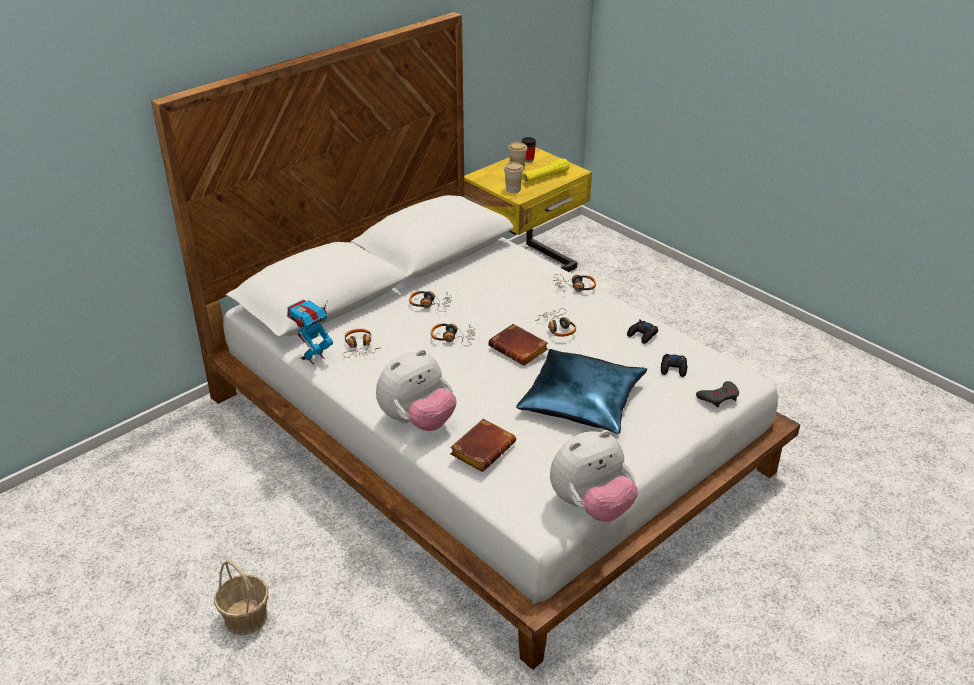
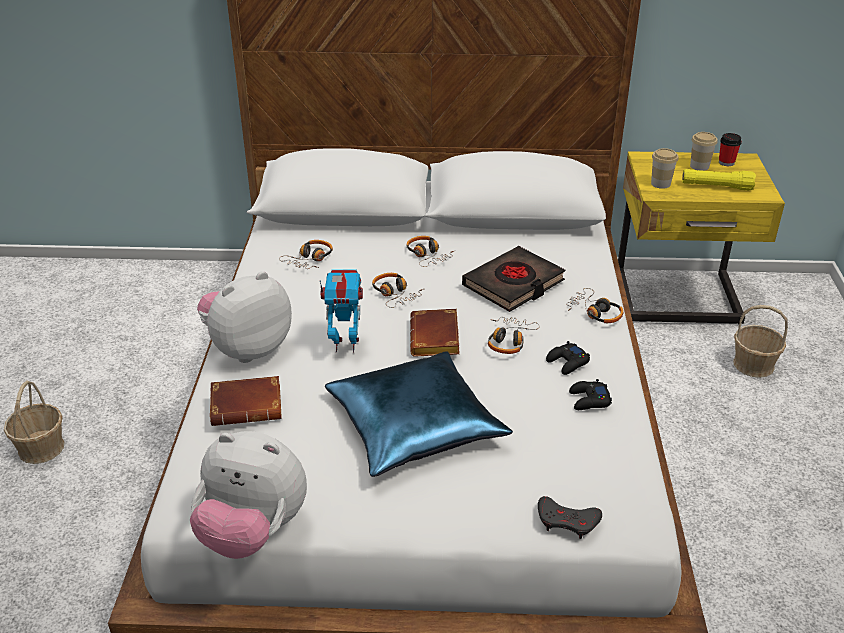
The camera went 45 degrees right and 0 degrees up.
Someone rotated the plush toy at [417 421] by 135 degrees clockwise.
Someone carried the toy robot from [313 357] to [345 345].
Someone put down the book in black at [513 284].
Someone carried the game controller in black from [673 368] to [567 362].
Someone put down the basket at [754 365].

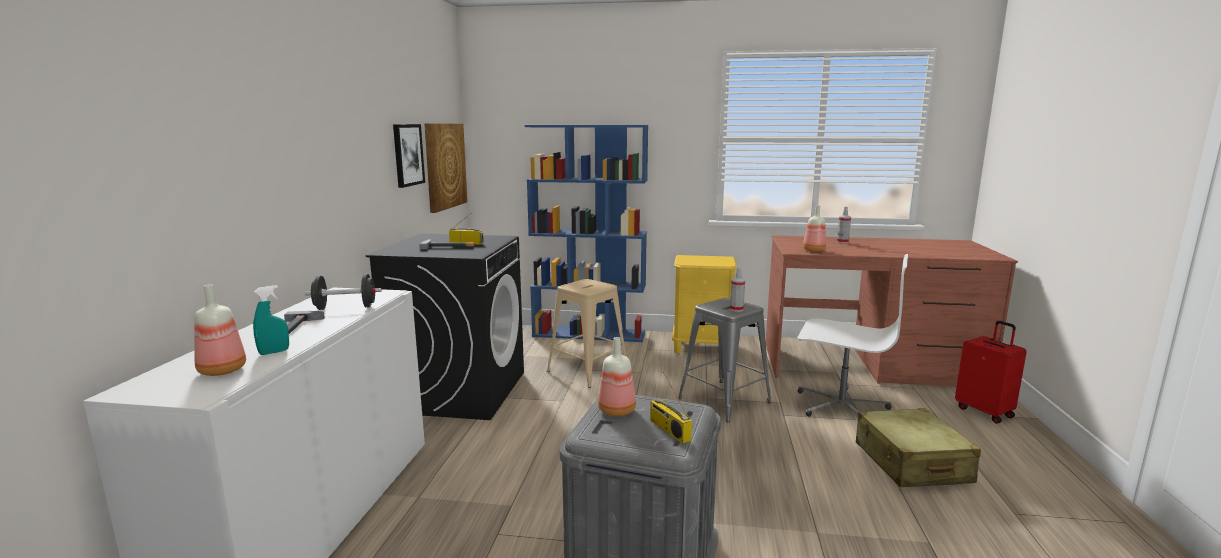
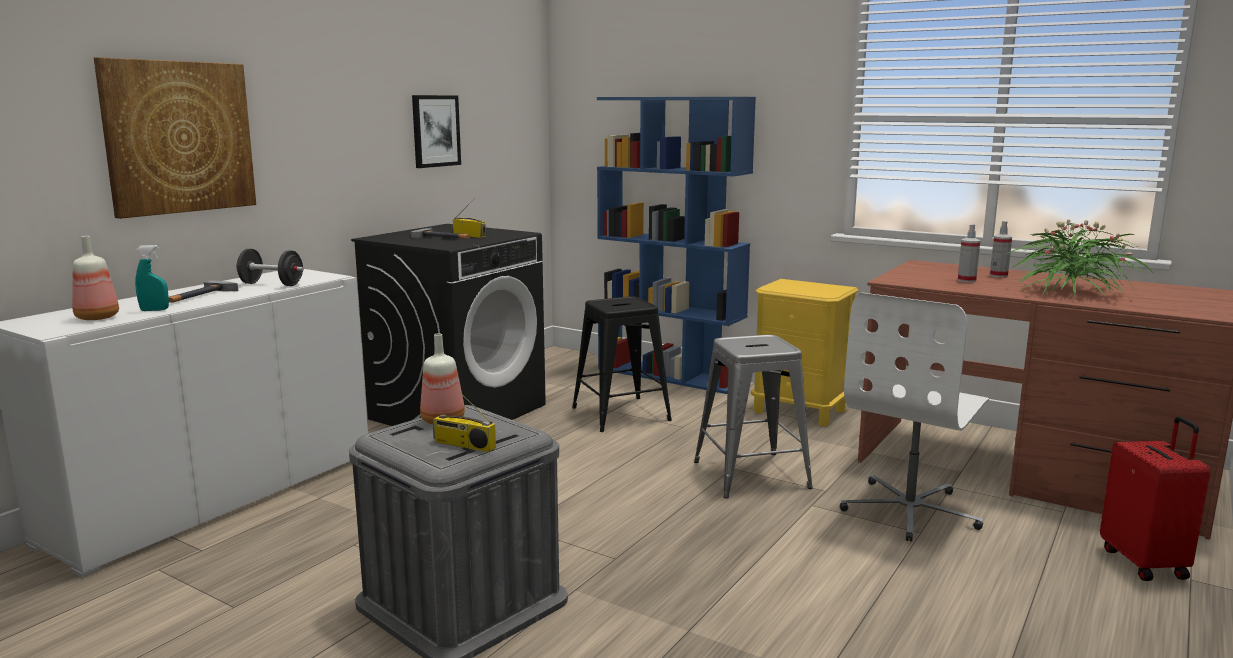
The camera went 25 degrees right and 0 degrees up.
Someone carried the picture from [444 166] to [179 137].
Someone rotated the radio at [668 430] by 60 degrees counterclockwise.
Someone repainted the stool in beige at [588 370], which became the stool in black at [620 414].
Someone rotated the office chair in white at [840 406] by 75 degrees clockwise.
Someone carried the spray bottle from [736 309] to [966 280].
Someone put down the potted plant at [1072 291].
Someone took away the bottle at [814 250].
Someone took away the suitcase in beige at [911 463].

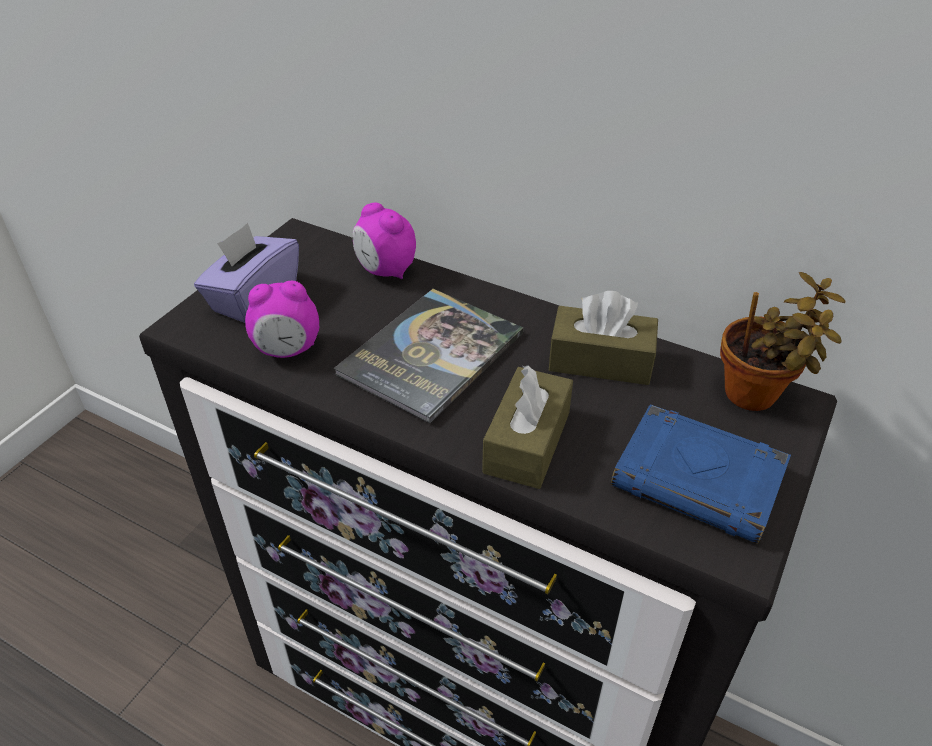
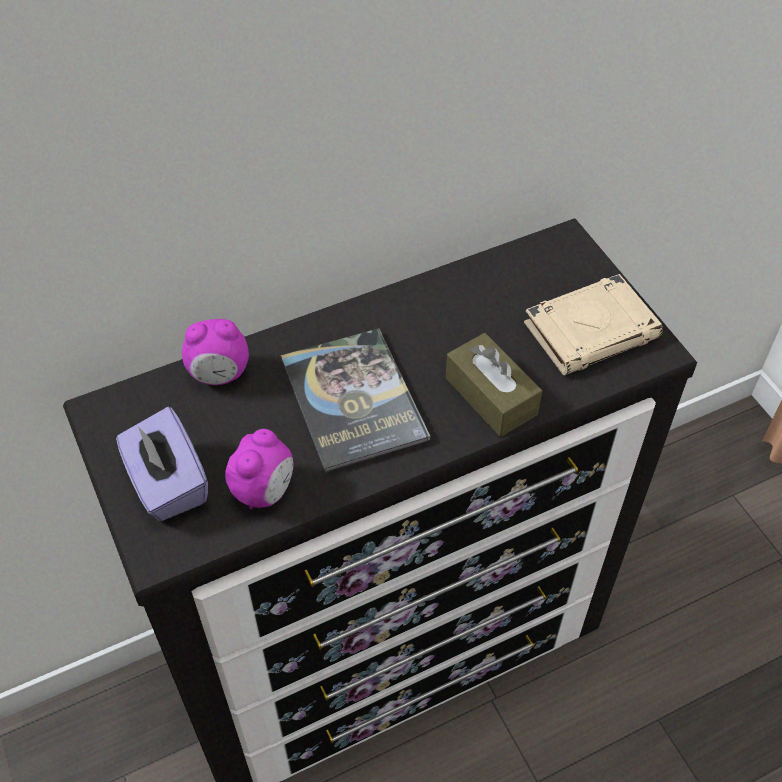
The camera went 55 degrees left and 10 degrees up.
Someone repainted the book in blue at [699 481], which became the book in beige at [592 330].
Someone took away the tissue box in brown at [600 361].
Someone took away the potted plant at [756 397].

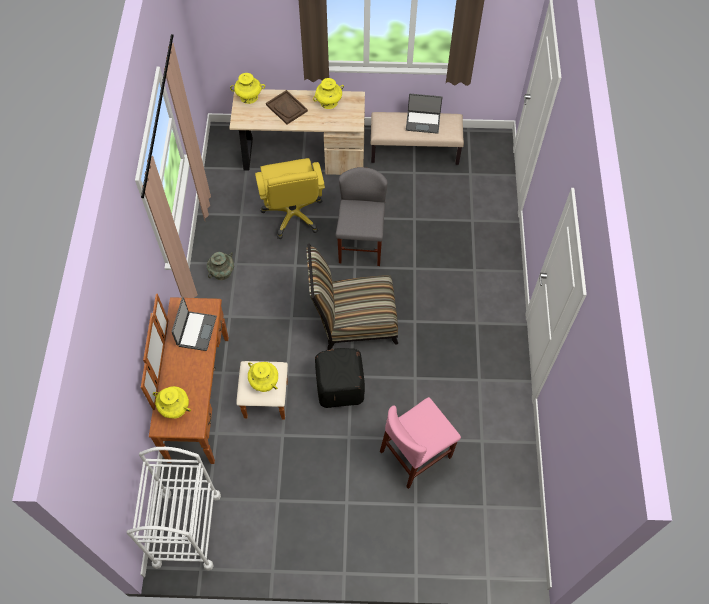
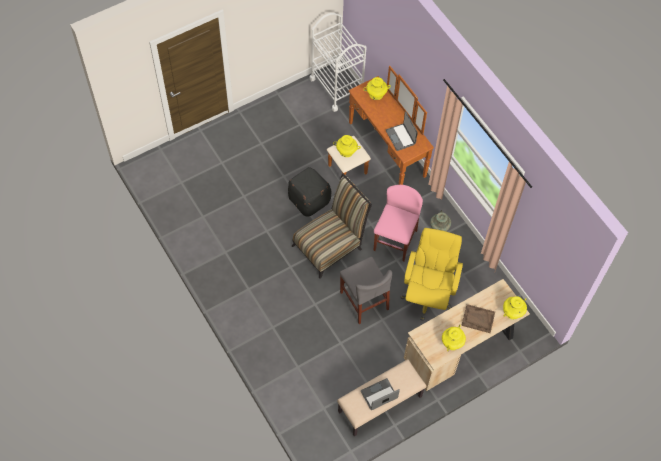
The camera went 145 degrees right and 0 degrees up.
Someone carried the chair in pink from [416 454] to [395 240].
Someone rotated the office chair in yellow at [293 214] by 60 degrees clockwise.

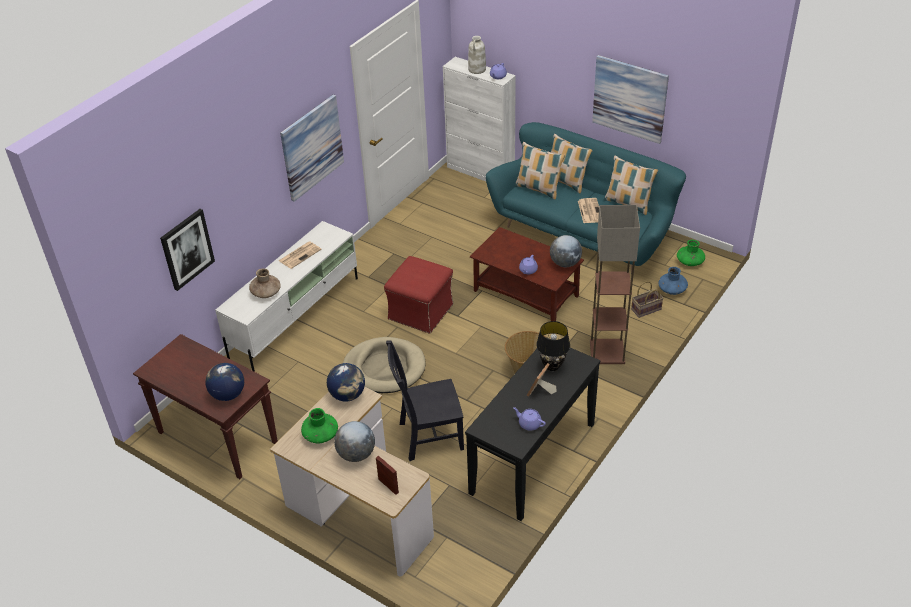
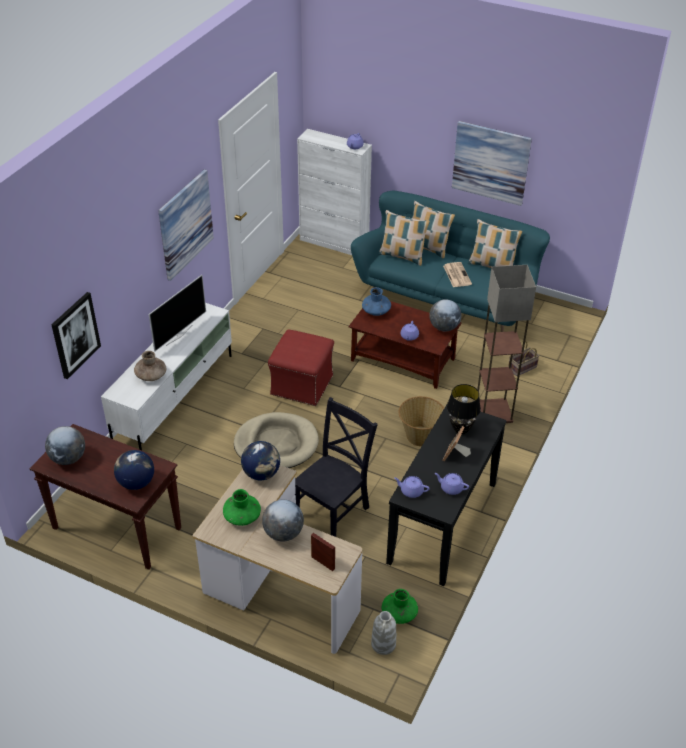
The camera went 10 degrees left and 0 degrees up.
Someone put down the globe at [68 458].
Someone swapped the newspaper at [300 255] for the television at [178 335].
Someone rotated the chair in black at [428 436] by 150 degrees clockwise.
Someone carried the vase in blue from [672 289] to [376 311].
Someone carried the vase in white from [477 69] to [383 644].
Someone carried the vase in green from [690 262] to [399 613].
Someone put down the teapot in purple at [411 491].

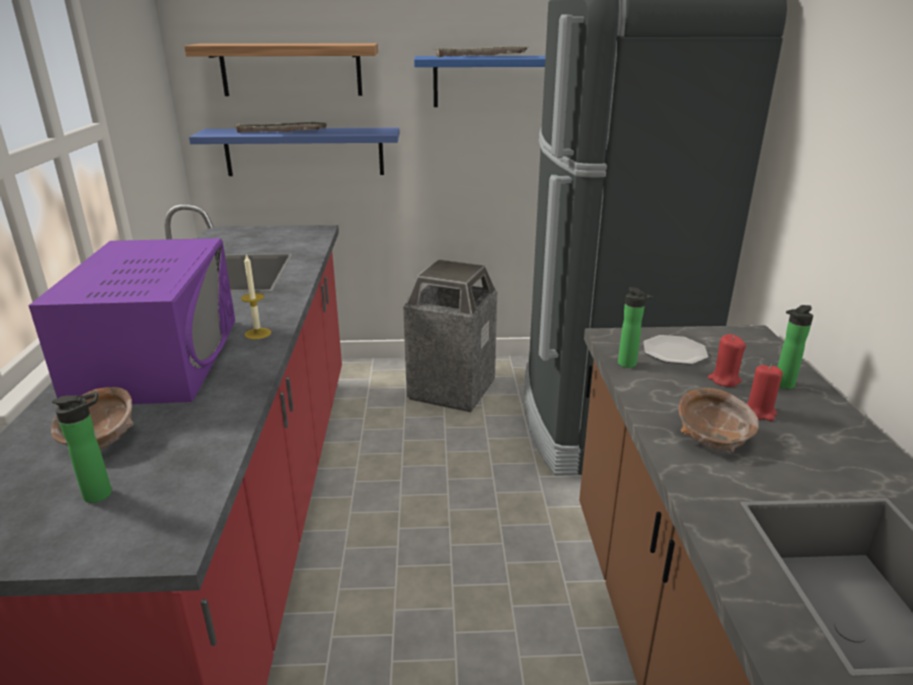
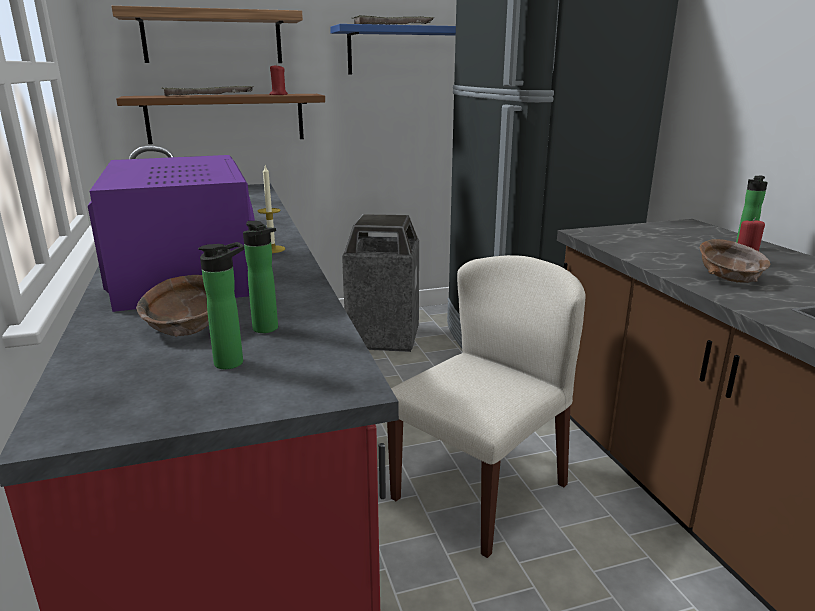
The camera went 15 degrees left and 5 degrees down.
Someone repainted the shelf in blue at [304 152], which became the shelf in brown at [226 118].
Someone carried the bottle from [629 365] to [267 329].
Someone carried the candle in red from [724 380] to [278 94].
Someone put down the chair in beige at [480 490].
Someone took away the plate at [674 352].

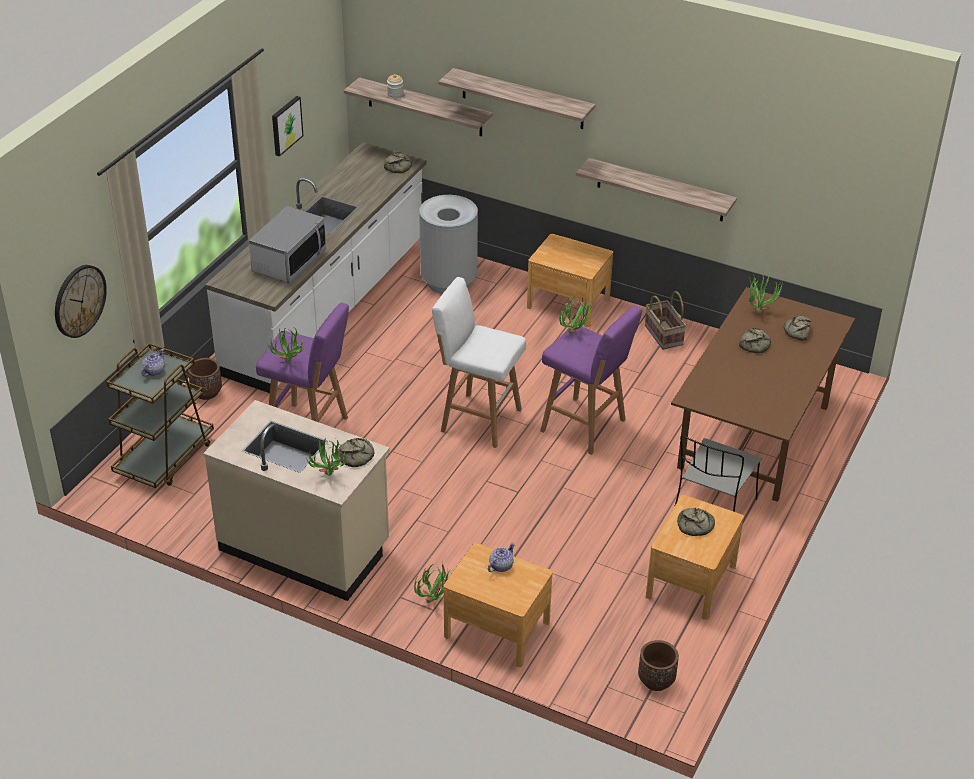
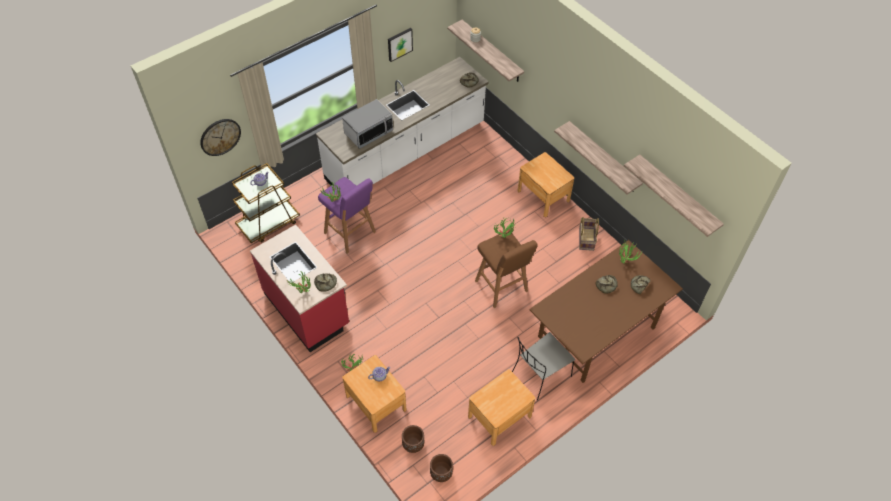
The camera went 25 degrees right and 15 degrees up.
Someone repainted the counter in beige at [305 547], which became the counter in red at [307 309].
Someone carried the planter in brown from [206 393] to [413 444].
Someone repainted the stool in purple at [585 427], which became the stool in brown at [502 287].
Someone carried the shelf from [522 99] to [678 194].
Someone took away the trash can in grey at [448 281].
Someone took away the stool in white at [478 419].
Someone took away the bread at [695 526].

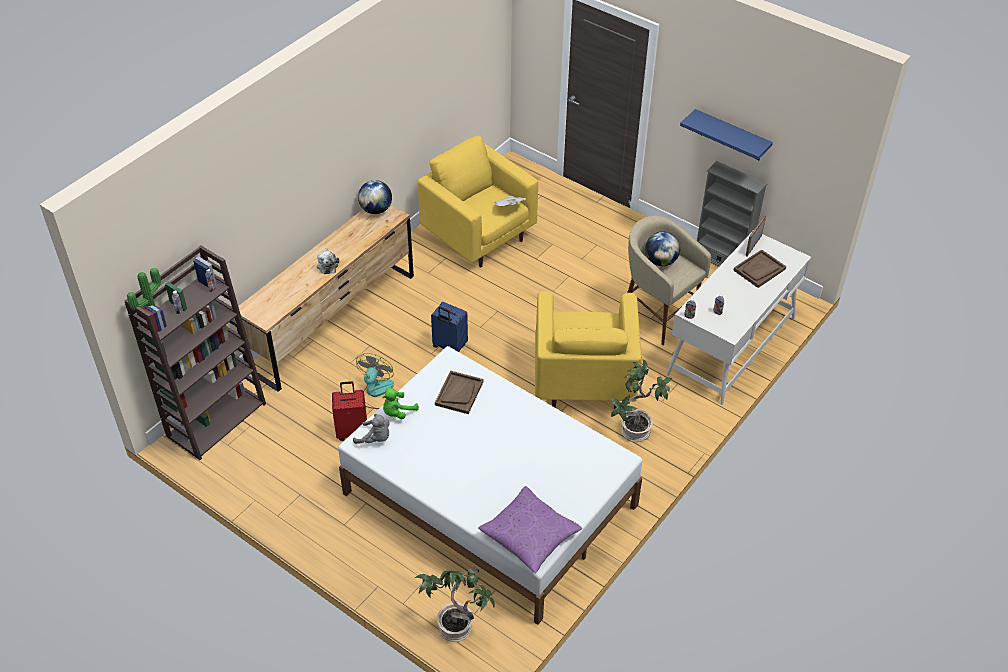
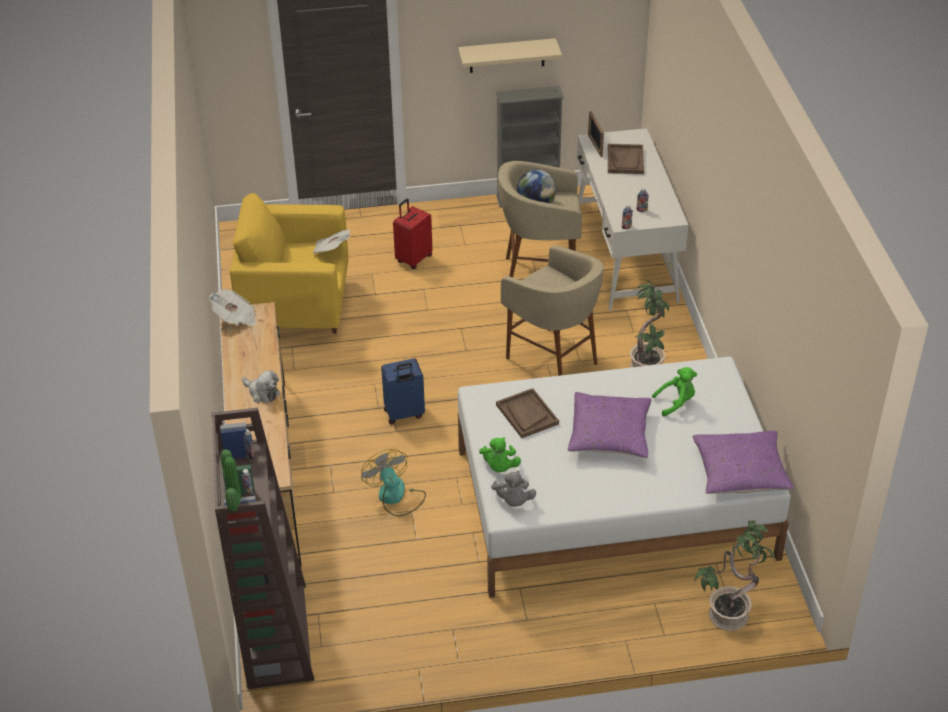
The camera went 45 degrees left and 5 degrees down.
Someone swapped the globe at [376 210] for the newspaper at [235 318].
Someone carried the suitcase in red from [352 431] to [413 259].
Someone repainted the shelf in blue at [731 136], which became the shelf in beige at [507 55].
Someone rotated the plush toy in grey at [375 439] by 105 degrees clockwise.
Someone swapped the armchair in yellow at [583 380] for the stool in beige at [553 360].
Someone put down the pillow in purple at [609 434].
Someone put down the plush toy in green at [676 402].

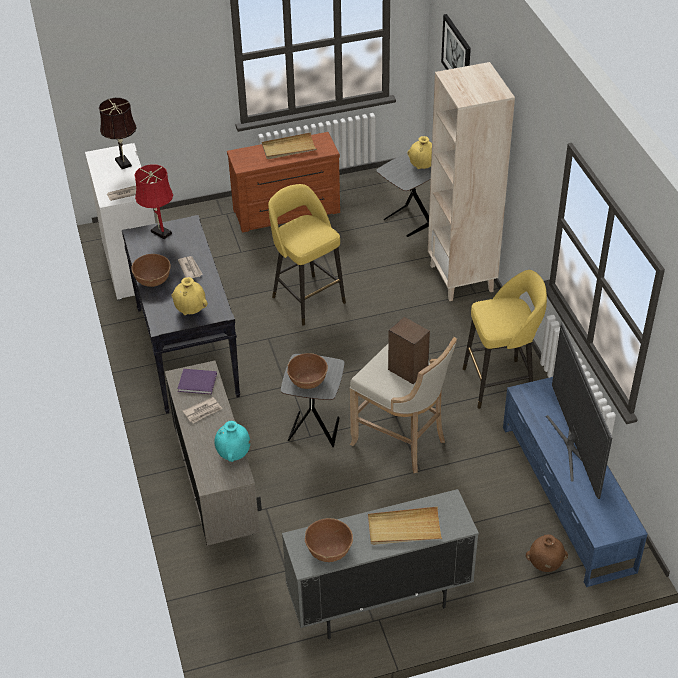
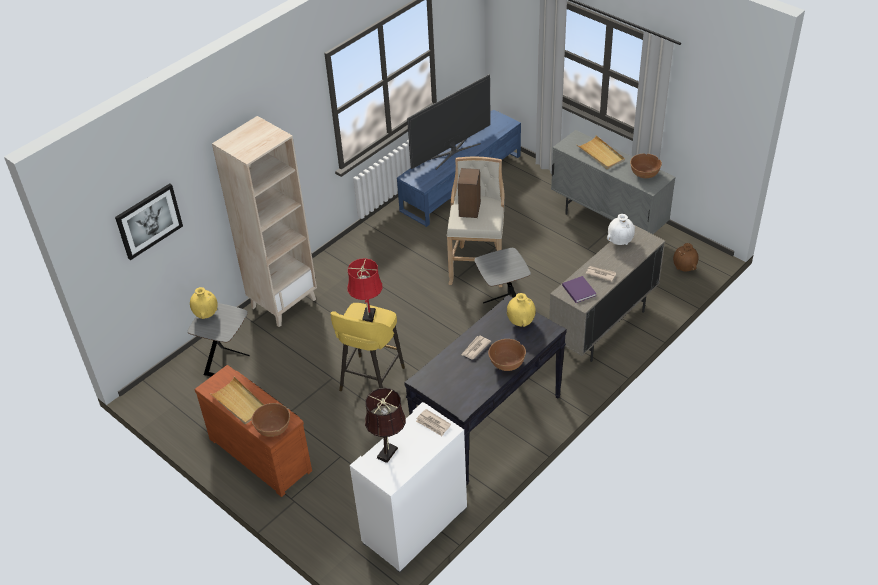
The camera went 120 degrees left and 0 degrees up.
Someone carried the bowl in brown from [308 380] to [273 428].
Someone carried the table lamp in red from [159 231] to [368 317].
Someone repainted the vase in turquoise at [234 455], which became the vase in white at [620 242].
Someone carried the vase in brown from [544 565] to [684 268].
Someone took away the stool in yellow at [500 383].

